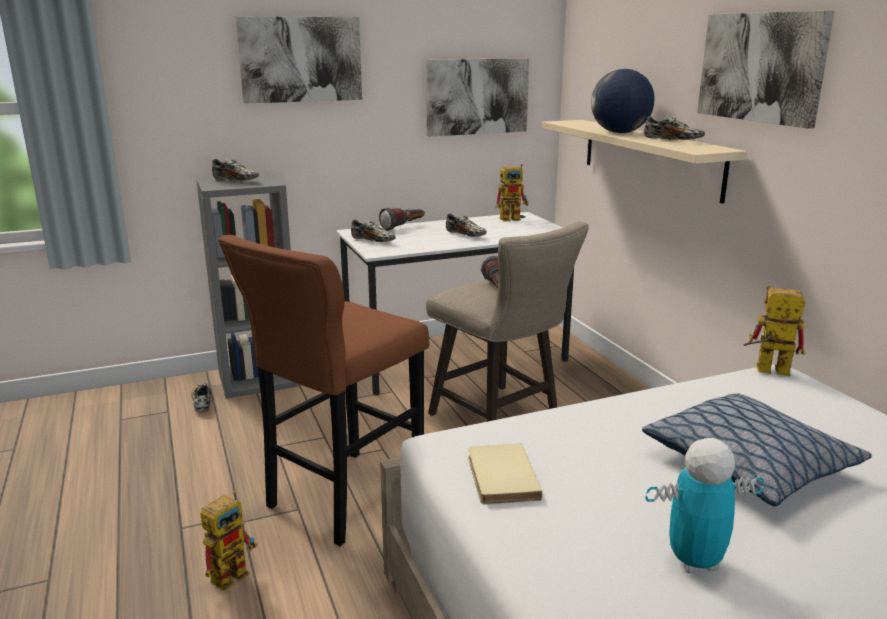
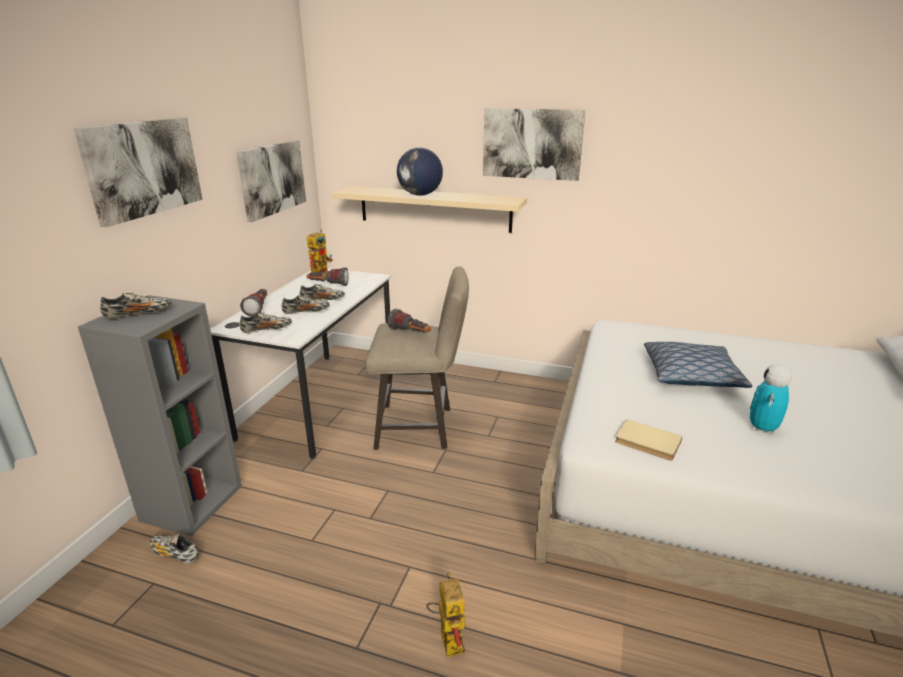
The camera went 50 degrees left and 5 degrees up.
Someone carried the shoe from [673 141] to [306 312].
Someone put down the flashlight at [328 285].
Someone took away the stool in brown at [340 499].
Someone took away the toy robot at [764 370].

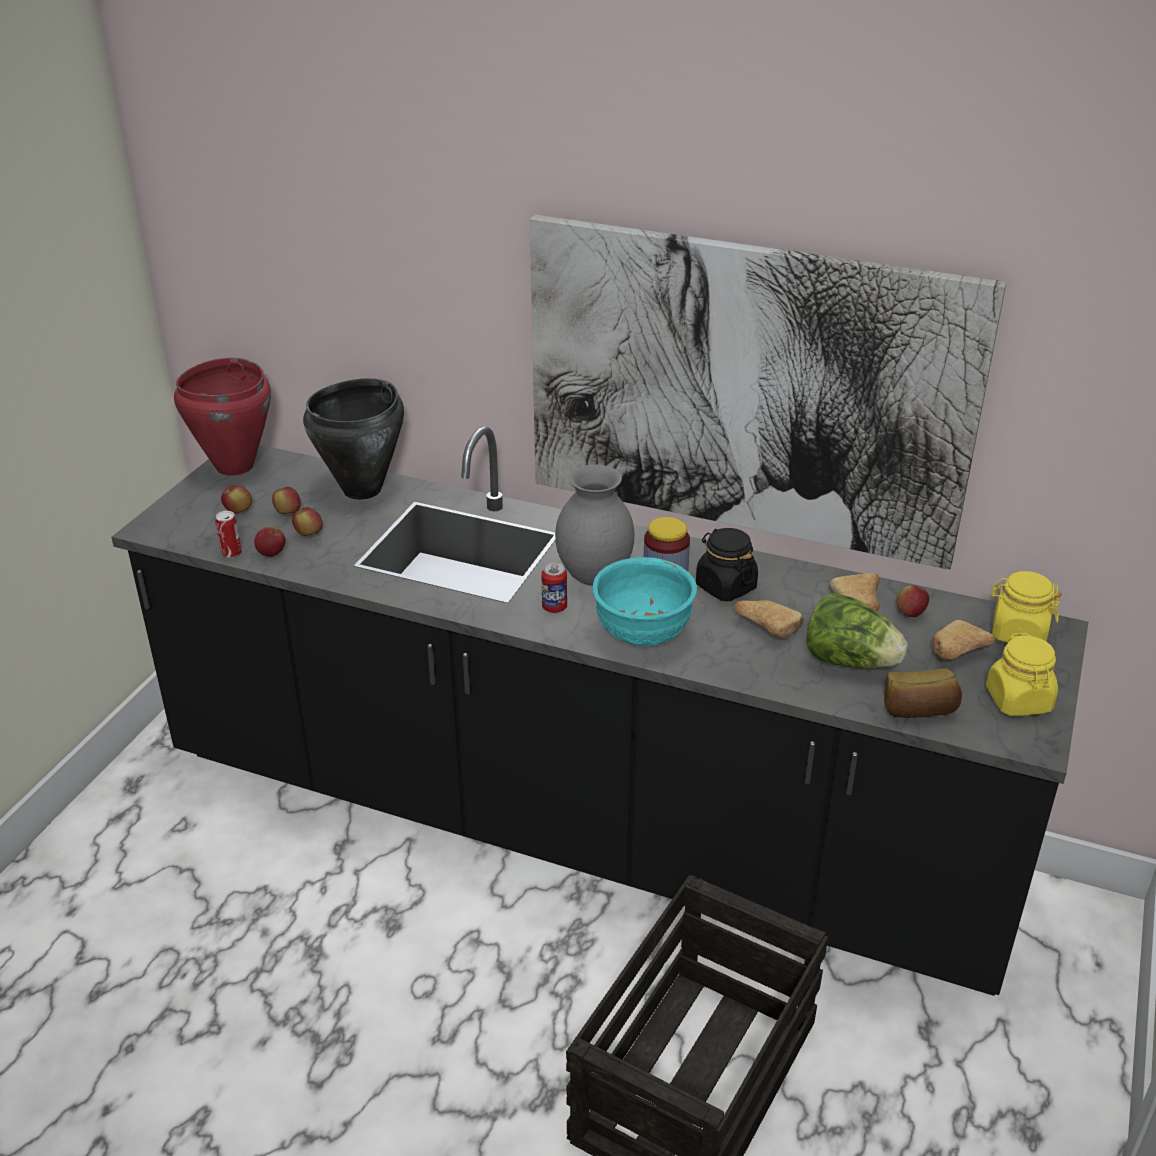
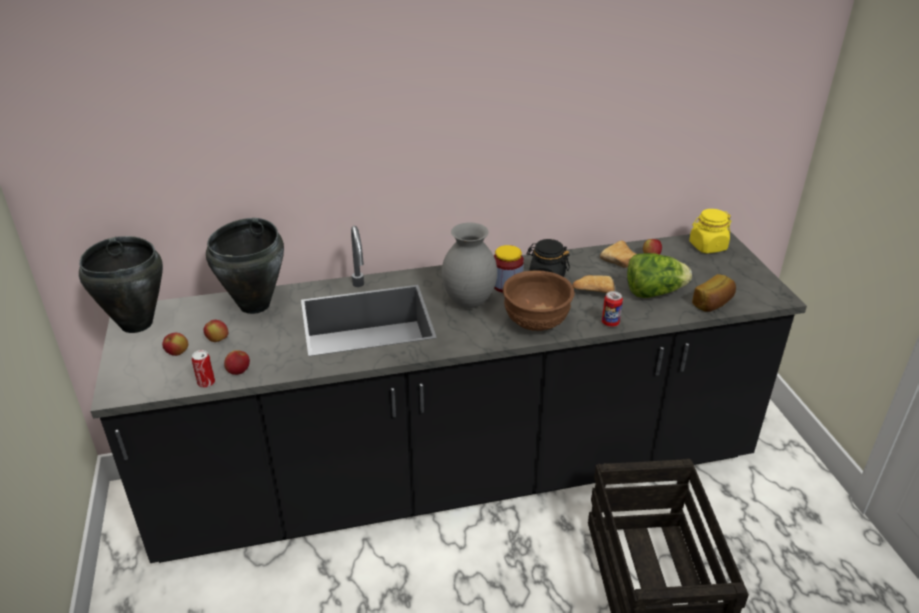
The camera went 35 degrees left and 0 degrees up.
Someone repainted the cooking pot in red at [234 466], which became the cooking pot in black at [136 324].
Someone repainted the bowl in turquoise at [641 635], which became the bowl in brown at [535 324].
Someone carried the can from [554 607] to [610 323].
Someone took away the apple at [309 534].
Someone took away the picture at [746 390].
Someone took away the bread at [954 653].
Someone took away the jar in yellow at [1018 700].

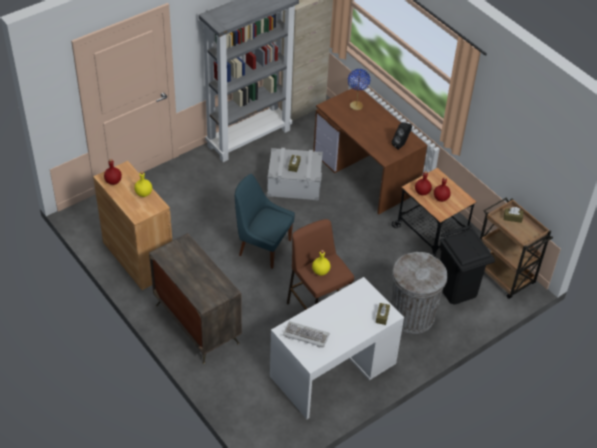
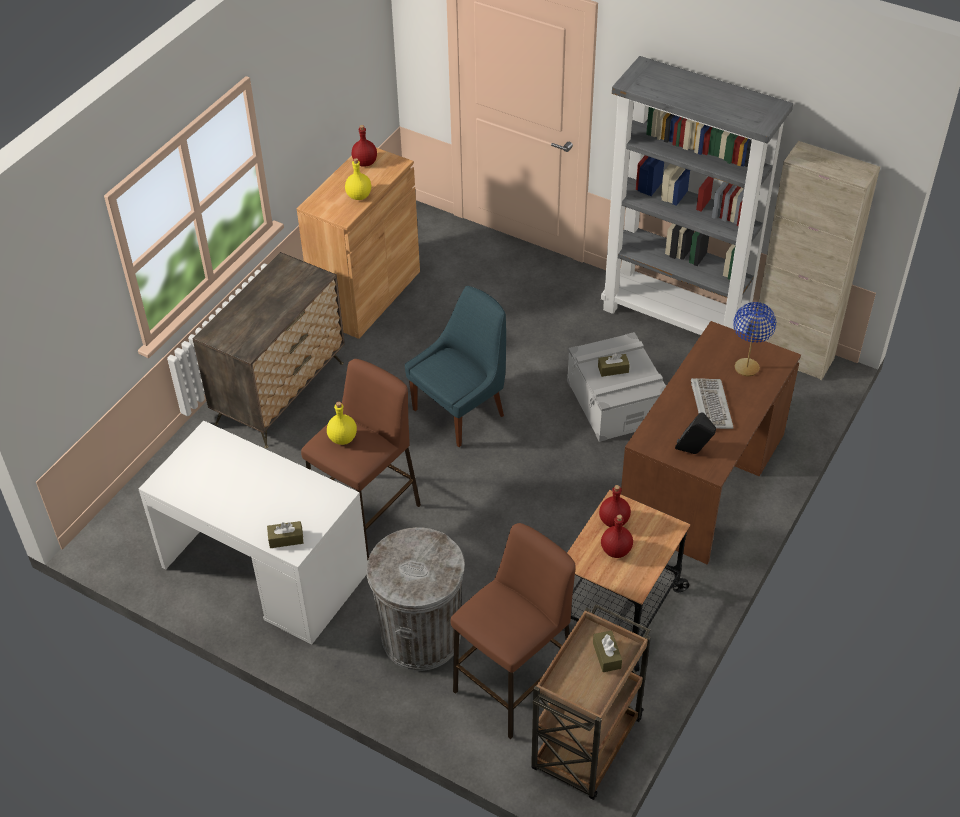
The camera went 70 degrees right and 0 degrees up.
Someone rotated the chair in blue at [263 247] by 45 degrees clockwise.
Someone swapped the trash can in black at [457 289] for the stool in brown at [514 684].
Someone carried the keyboard from [305 336] to [710 405].

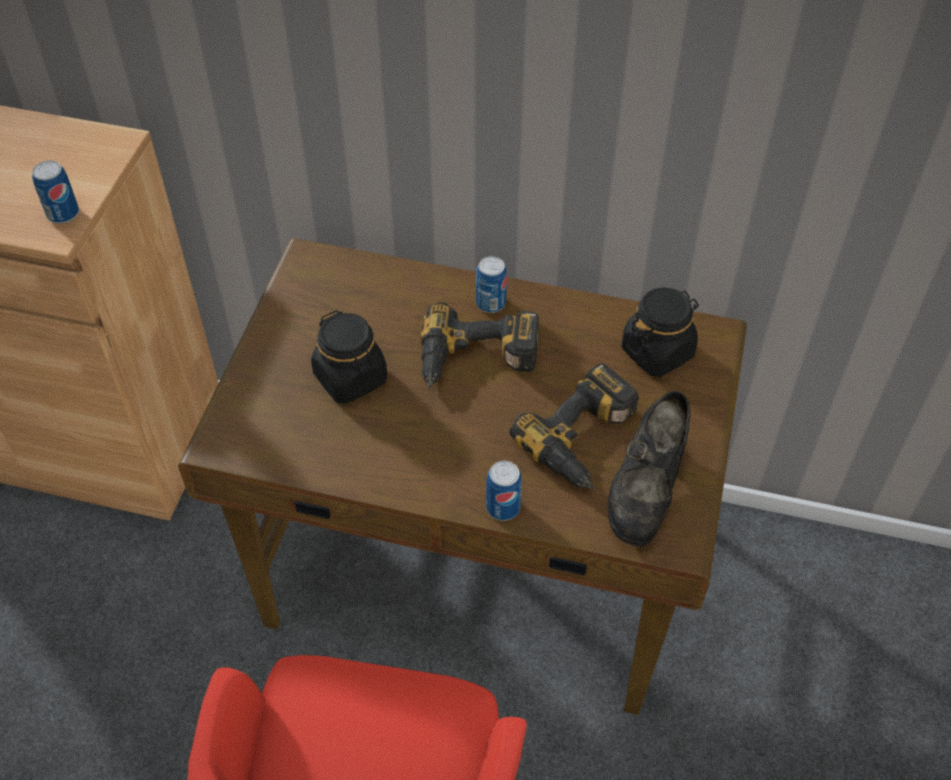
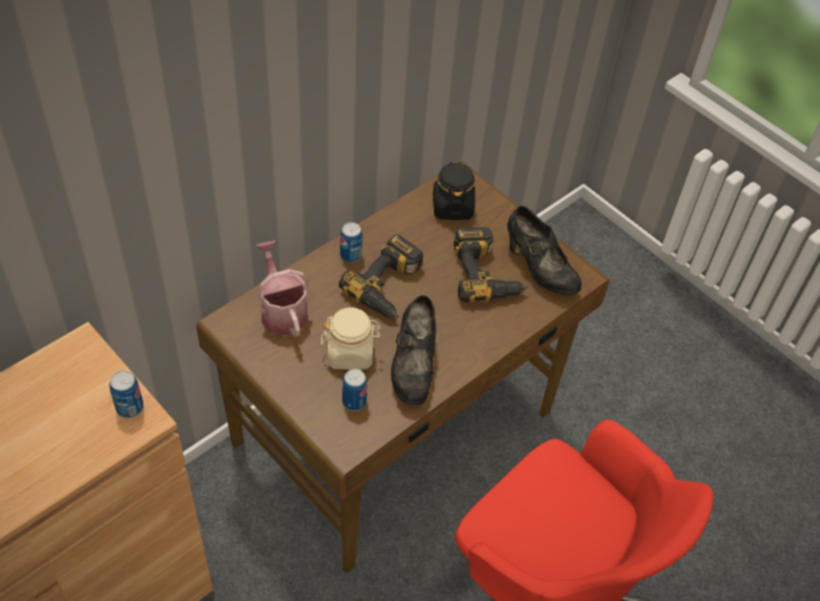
The camera went 60 degrees left and 0 degrees up.
Someone put down the watering can at [282 310].
Someone repainted the jar in black at [351 378], which became the jar in beige at [350 353].
Someone carried the can from [503 507] to [354 401].
Someone put down the shoe in black at [413 367].

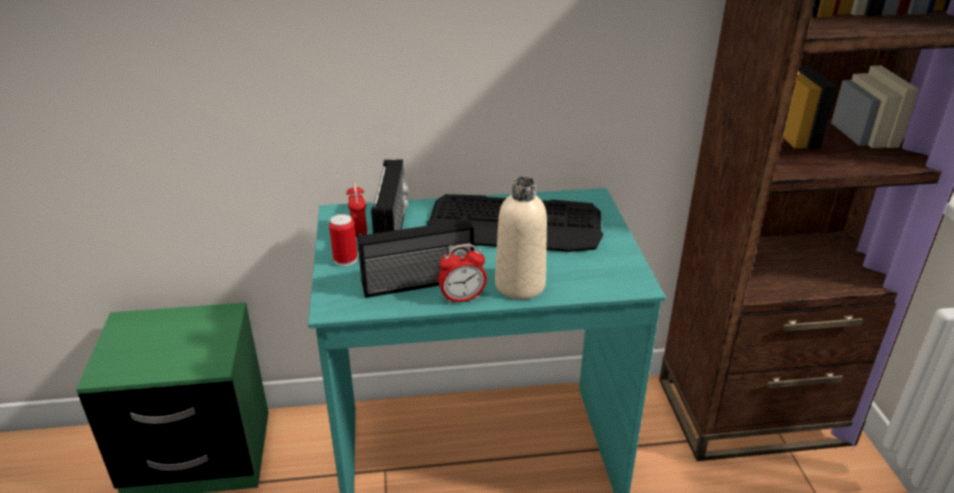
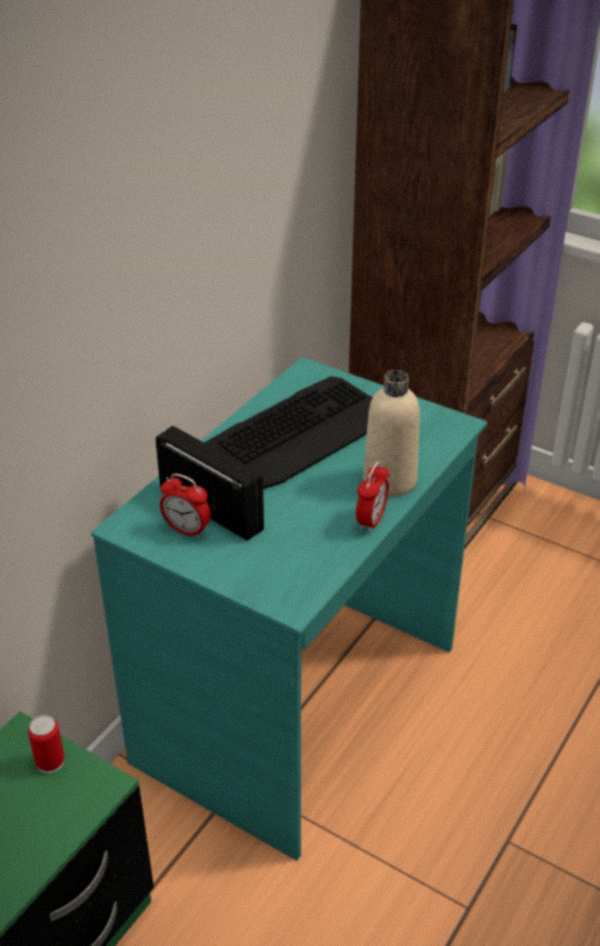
The camera went 50 degrees left and 5 degrees up.
Someone carried the can from [345 259] to [50 762].
Someone took away the radio at [418 284].

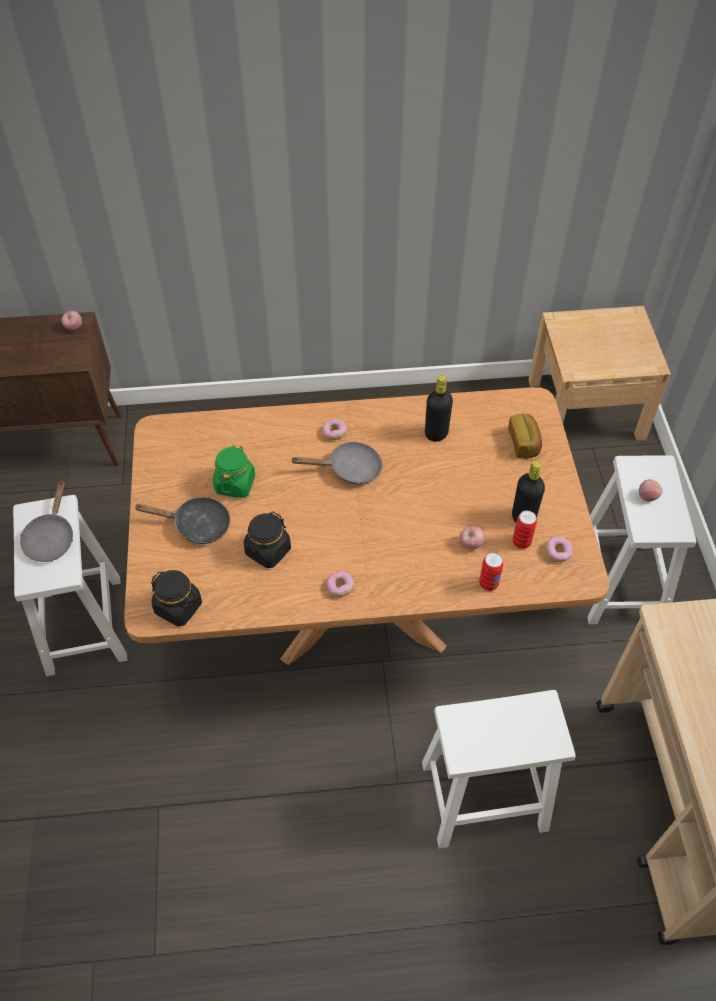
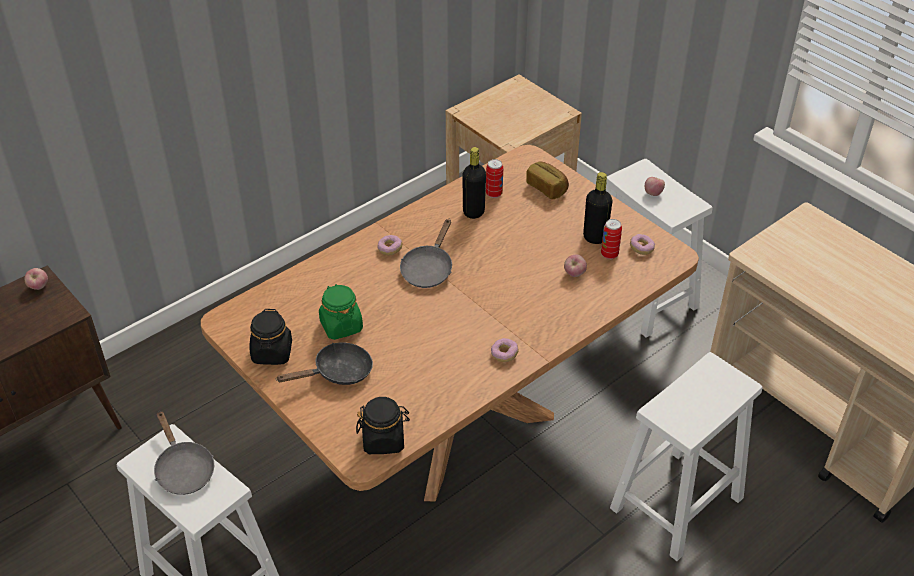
The camera went 35 degrees left and 10 degrees down.
Someone carried the jar in black from [268 551] to [272 353].
Someone rotated the frying pan in grey at [349 469] by 150 degrees clockwise.
Someone carried the can from [488 584] to [494 194].

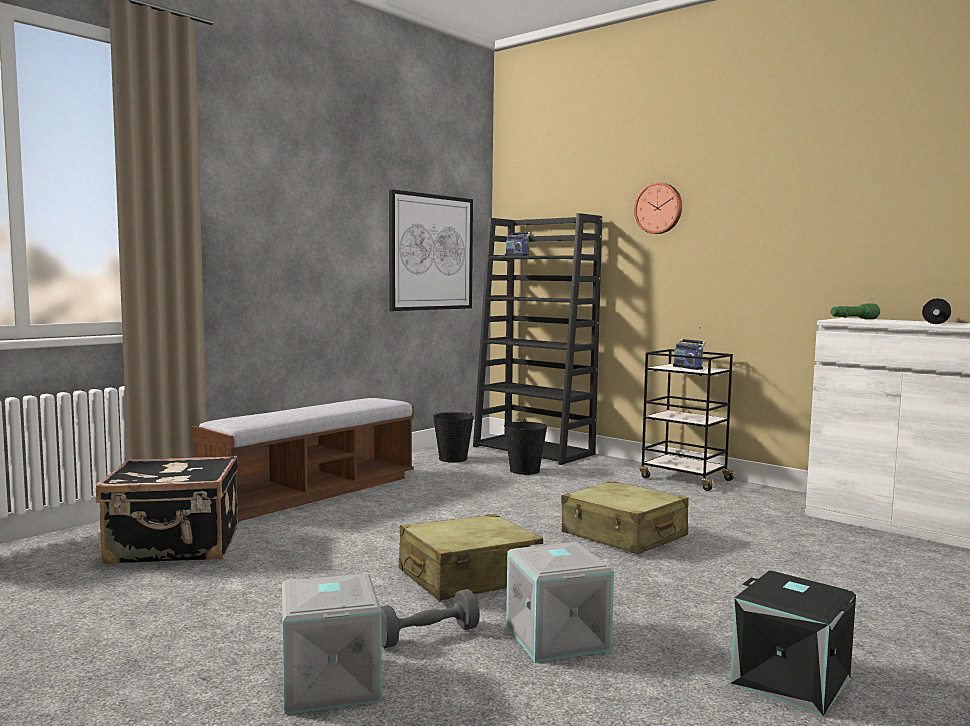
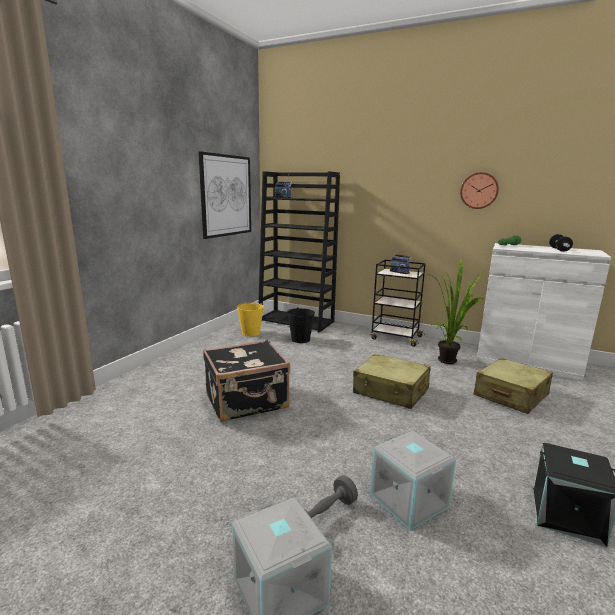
The camera went 15 degrees left and 10 degrees up.
Someone carried the suitcase in black from [175 547] to [247 402].
Someone repainted the bucket in black at [453 459], which became the bucket in yellow at [251 333].
Someone put down the potted plant at [449 359].
Someone carried the wall clock from [659 208] to [479 190].
Someone carried the suitcase in beige from [468 577] to [510 395].
Someone took away the bench at [313 492].

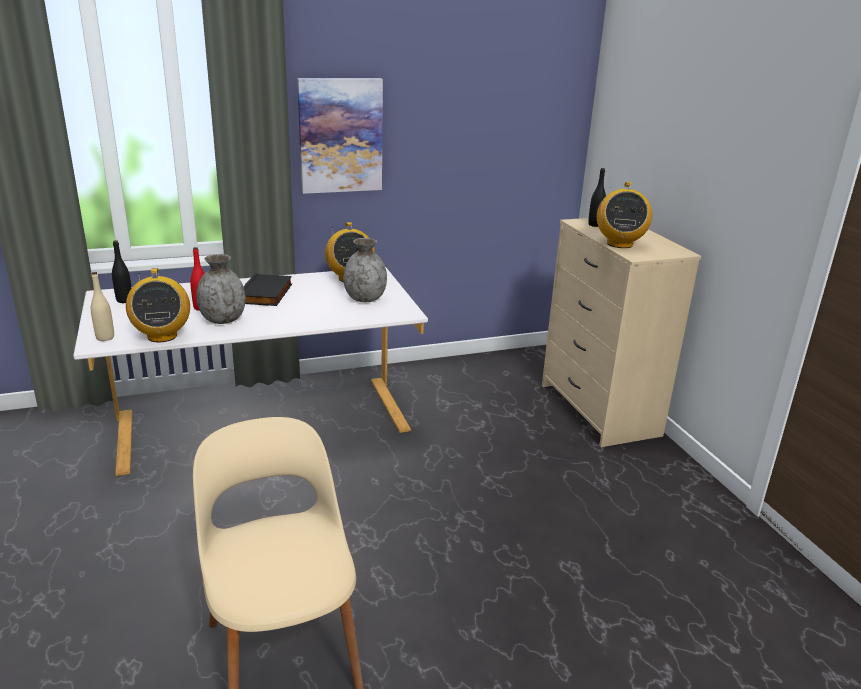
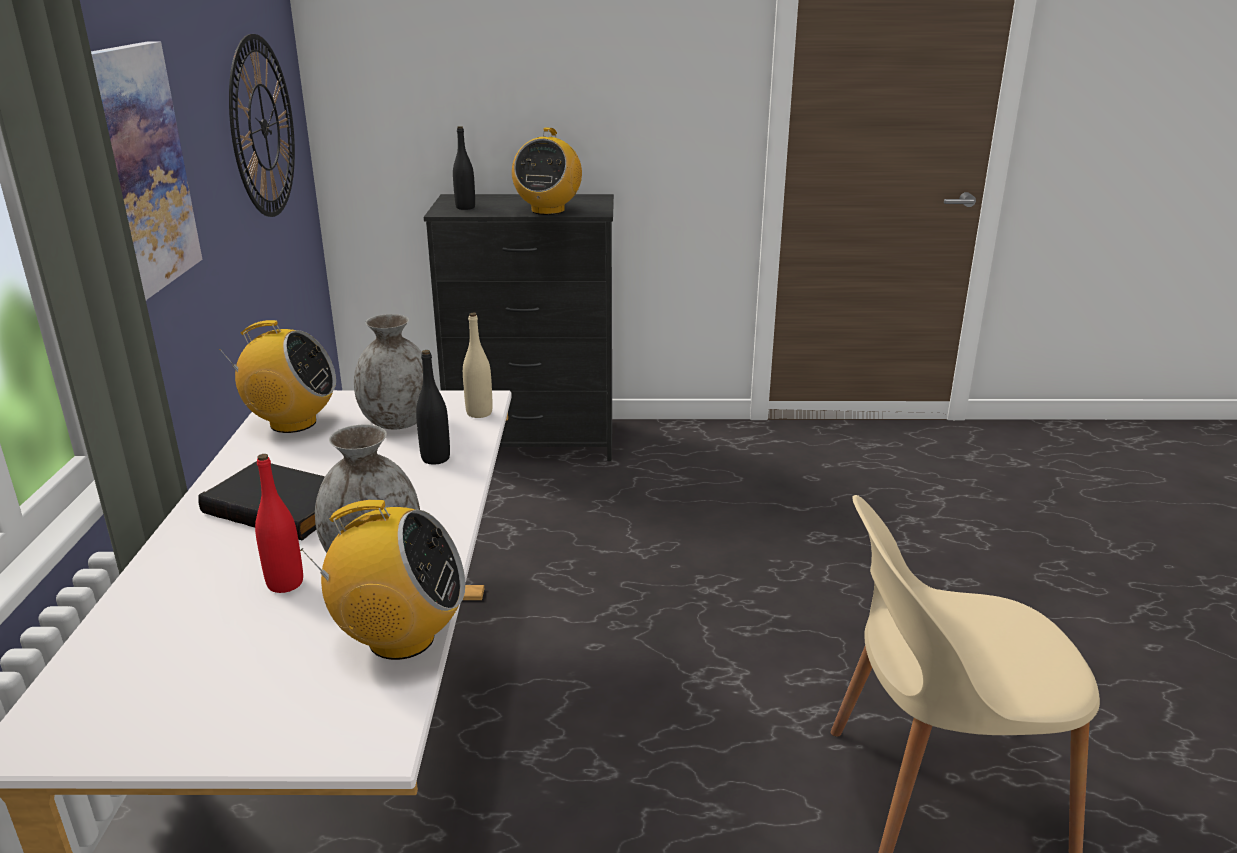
The camera went 70 degrees left and 0 degrees up.
Someone put up the wall clock at [263 127].
Someone carried the bottle in black from [124 300] to [435 458].
Someone repainted the dresser in beige at [598 410], which became the dresser in black at [532 441].
Someone carried the bottle in beige from [105 337] to [479 413].
Someone rotated the radio at [619 244] by 75 degrees clockwise.

